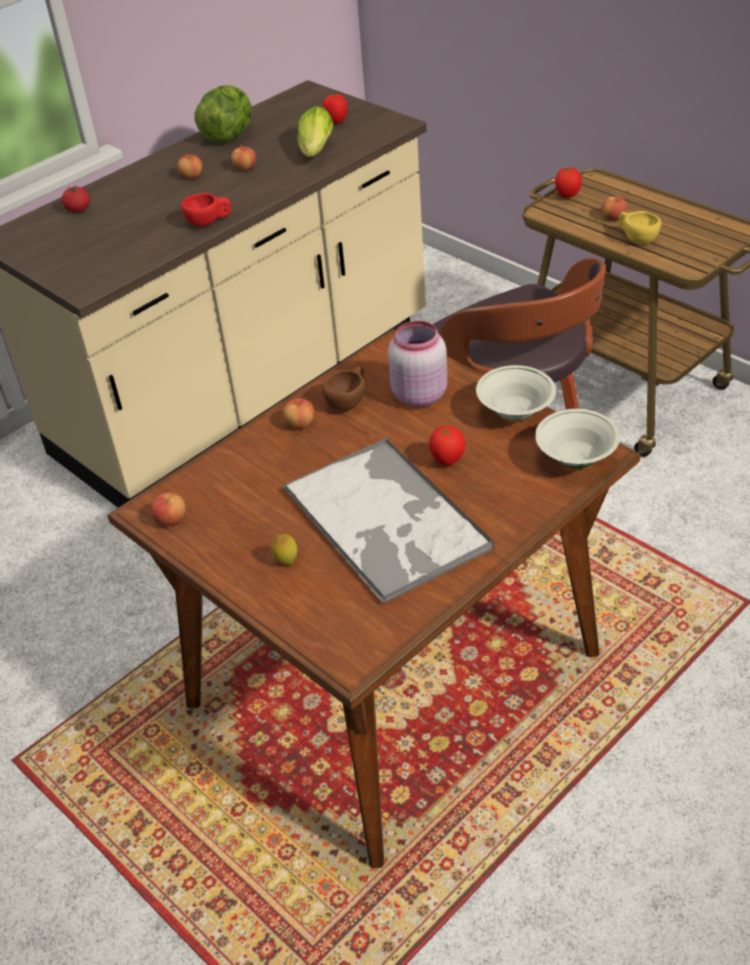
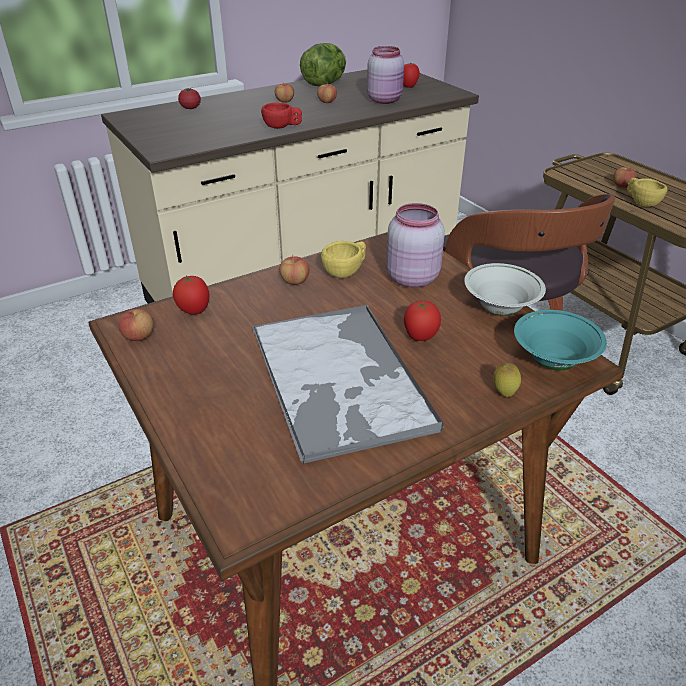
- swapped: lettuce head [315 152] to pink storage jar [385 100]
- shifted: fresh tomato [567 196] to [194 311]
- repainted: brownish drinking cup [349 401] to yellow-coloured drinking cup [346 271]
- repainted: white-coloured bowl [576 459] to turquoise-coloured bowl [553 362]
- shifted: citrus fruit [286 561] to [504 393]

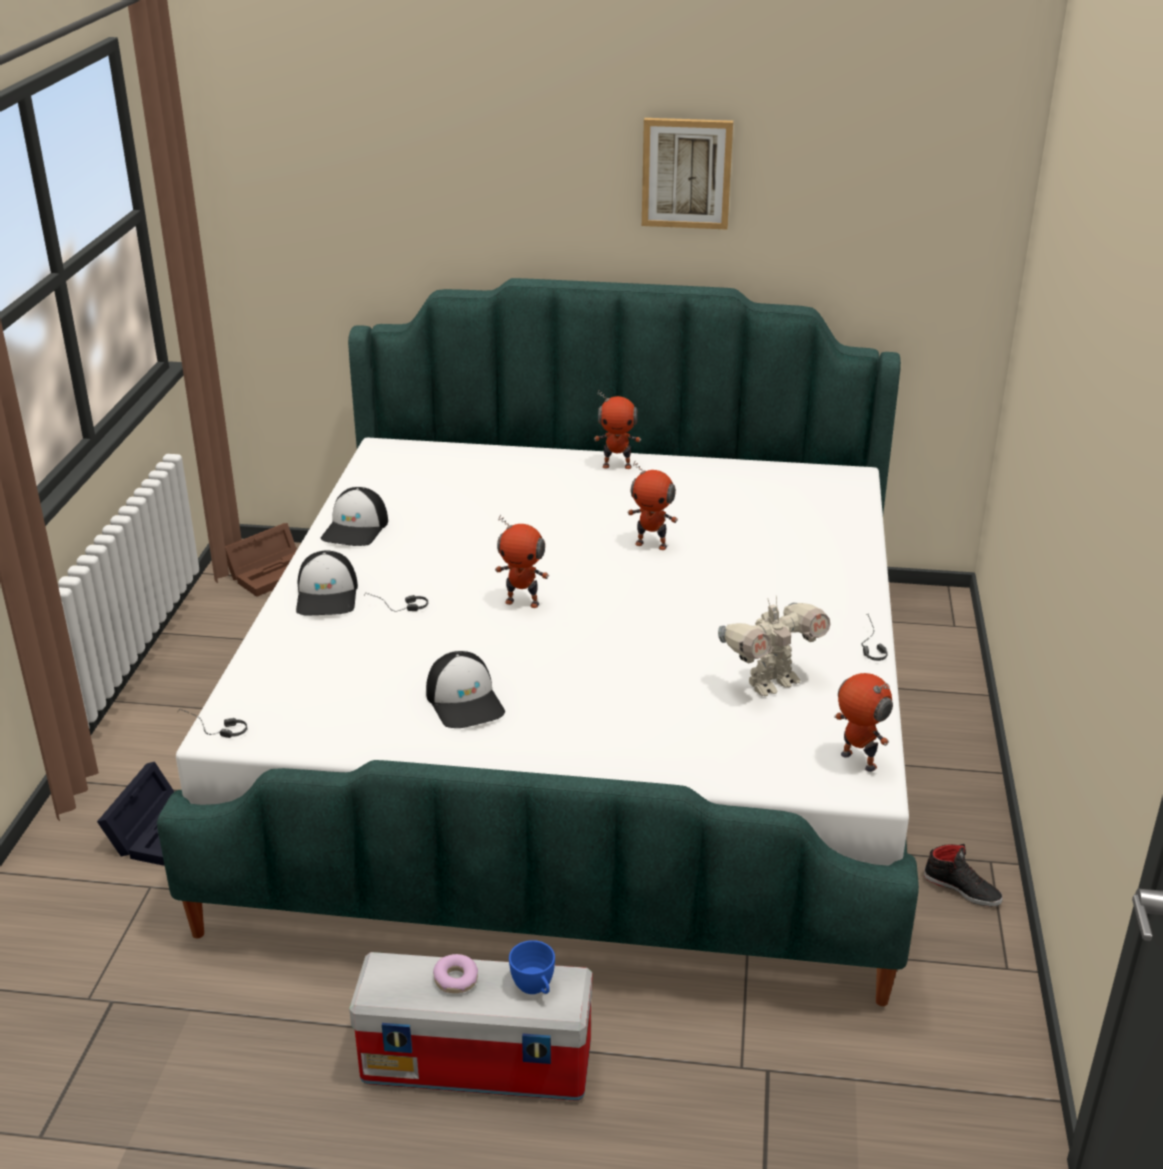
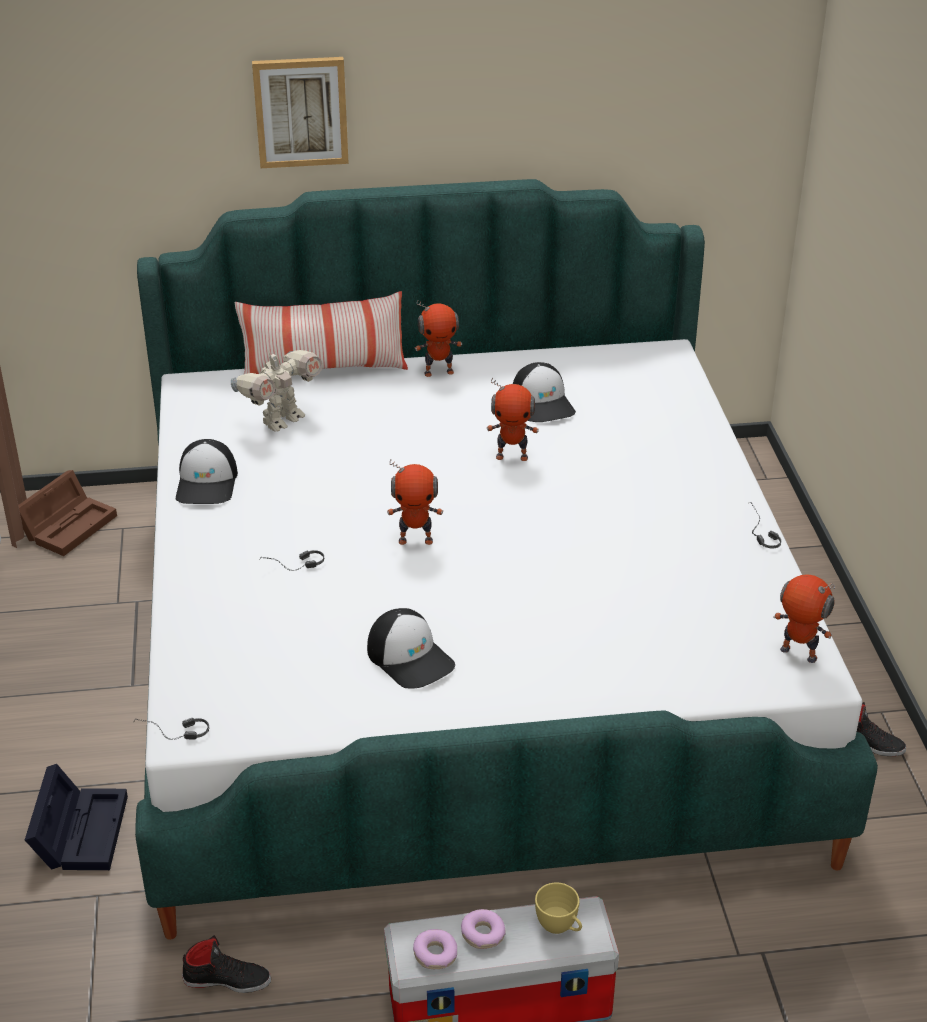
- shifted: wall art [686 173] to [301 111]
- shifted: peaked cap [327 596] to [543 403]
- shifted: toy robot [770 682] to [281 420]
- repainted: blue-coloured drinking cup [535 988] to yellow-coloured drinking cup [560 927]
- new: throw pillow [324 370]
- new: ring doughnut [435 954]
- new: blackish low shoe [227 979]

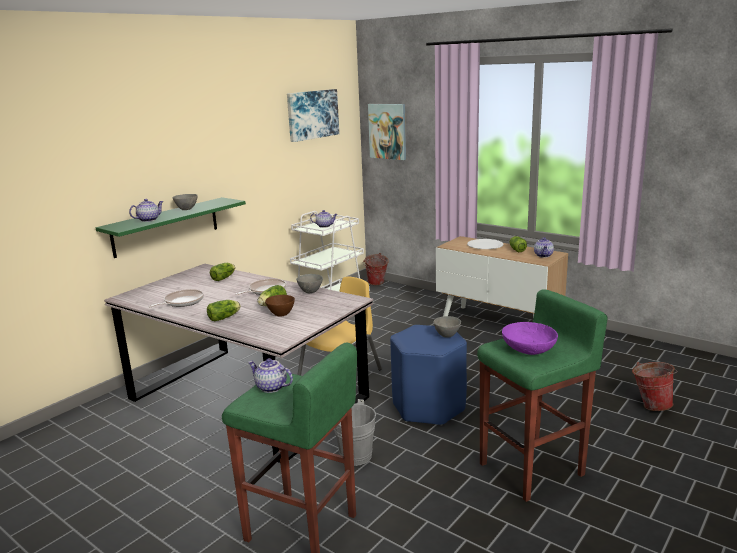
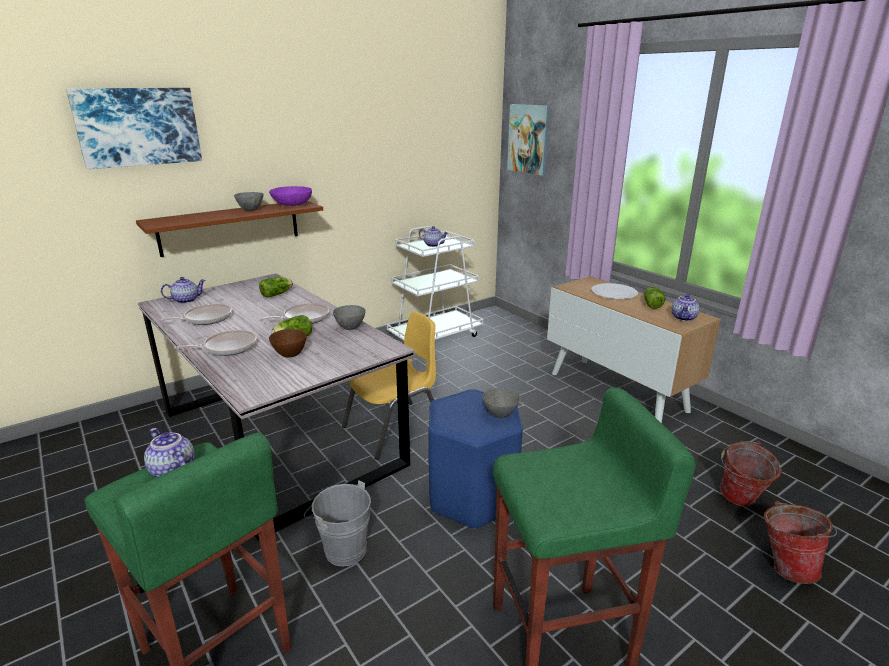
- shifted: wall art [312 114] to [138 127]
- repainted: green-coloured wall shelf [166 226] to brownish wall shelf [230 227]
- shifted: pot for tea [148 220] to [186 300]
- shifted: water bucket [376 284] to [739 501]
- swapped: lettuce head [225 317] to skillet [227 347]
- shifted: purplish bowl [528 349] to [292 204]

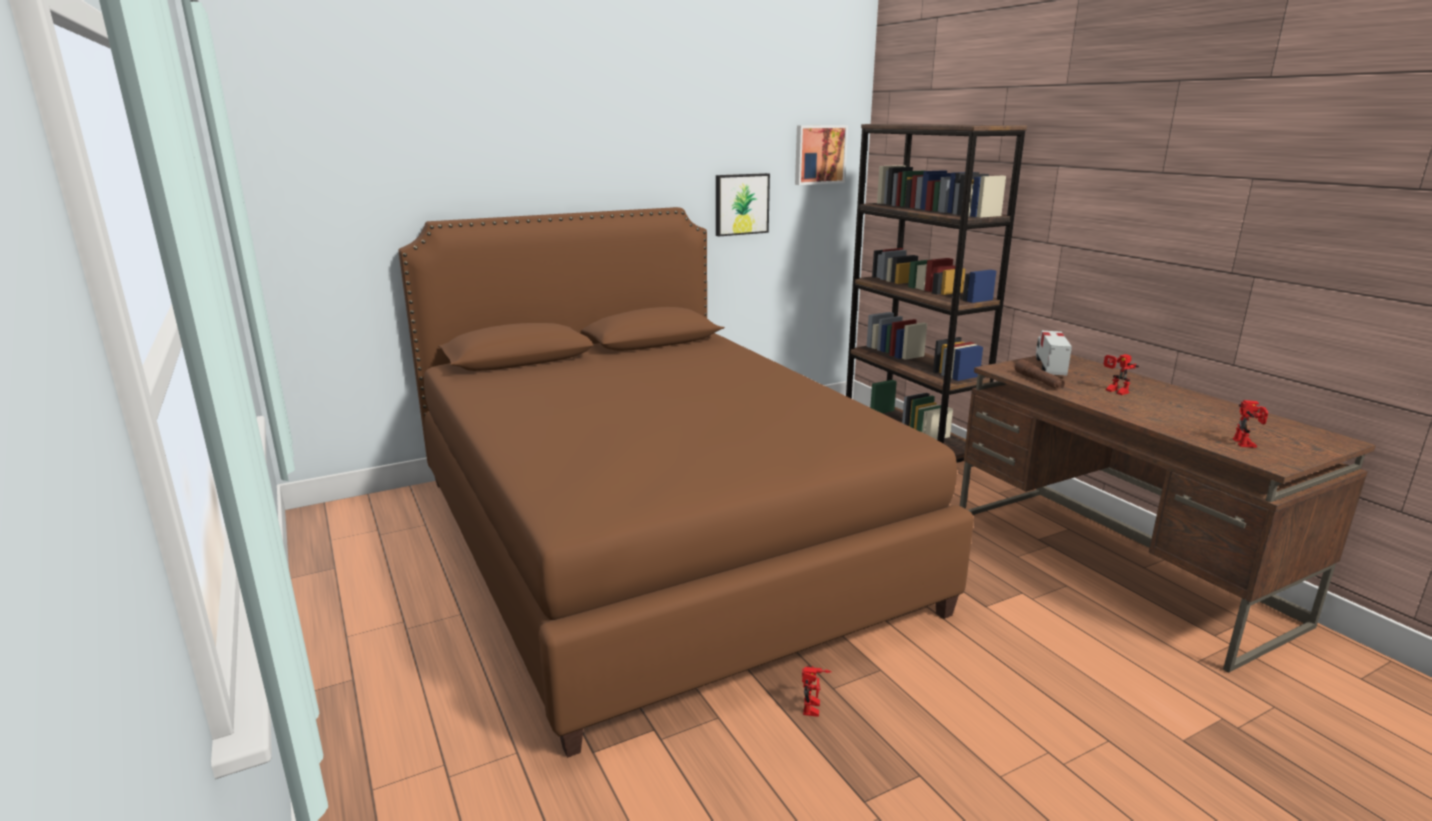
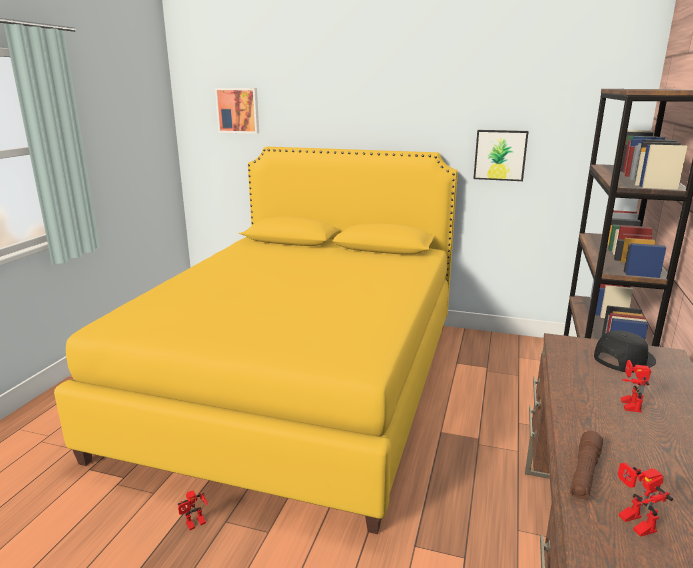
- shifted: wall art [819 154] to [238 110]
- repainted: brownish bedroom bed [654 540] to yellow-coloured bedroom bed [300 381]
- swapped: toy lorry [1050 367] to blackish peaked cap [623 358]
- shifted: brownish flashlight [1038 381] to [584 473]
- rotated: toy robot [1248 444] = [631 522] 105 degrees clockwise

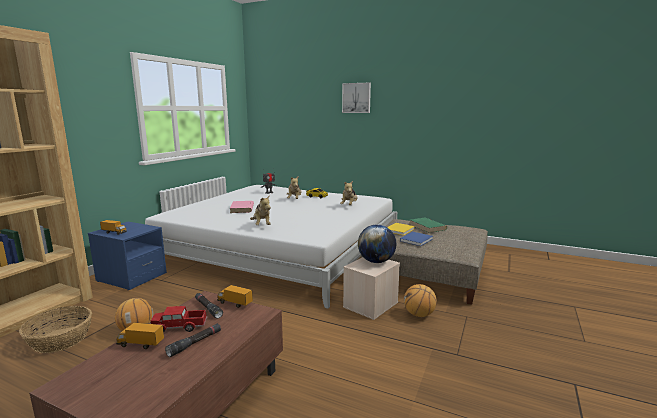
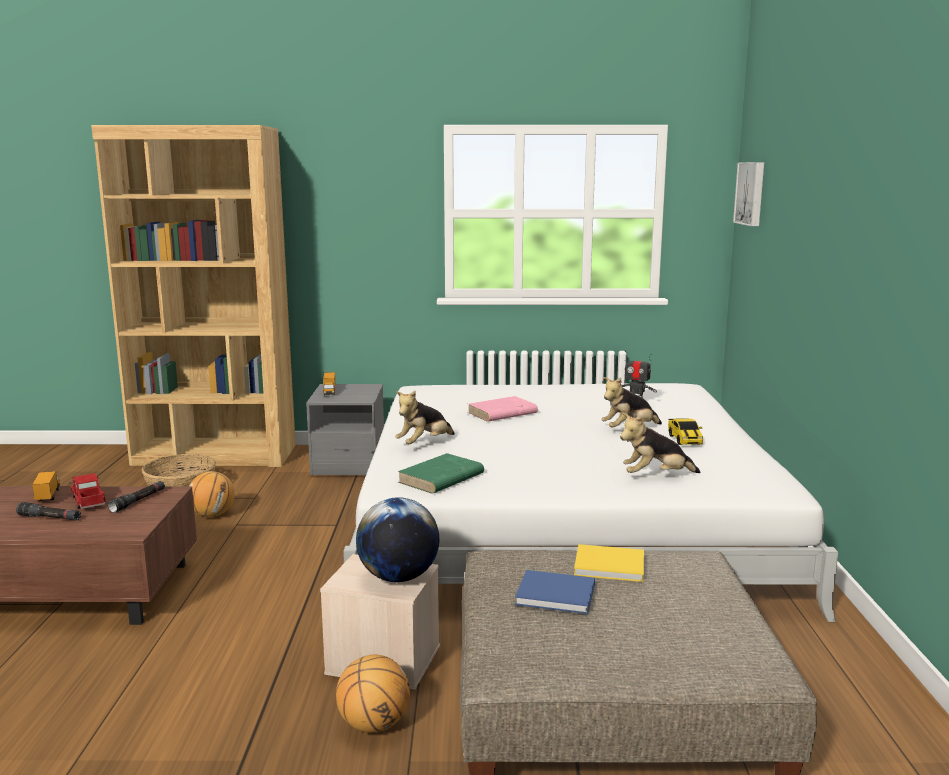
- shifted: wall art [356 98] to [751 193]
- shifted: green-coloured bound book [427 227] to [441 478]
- repainted: blue-coloured bedside table [131 277] to gray bedside table [348 464]
- gone: toy lorry [234 304]

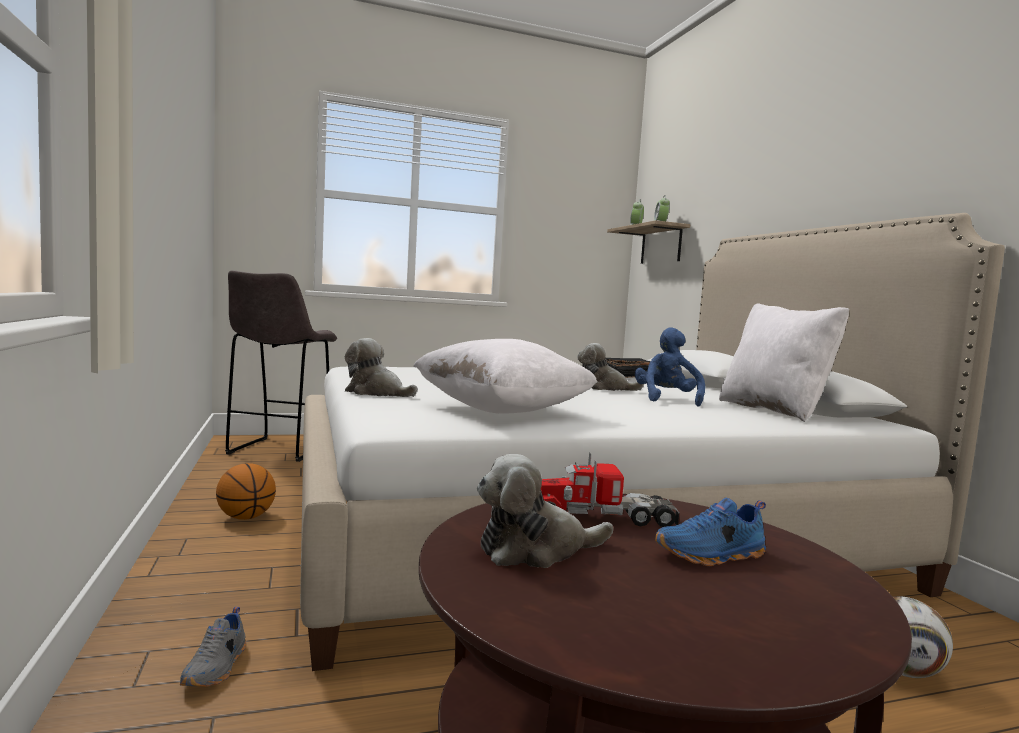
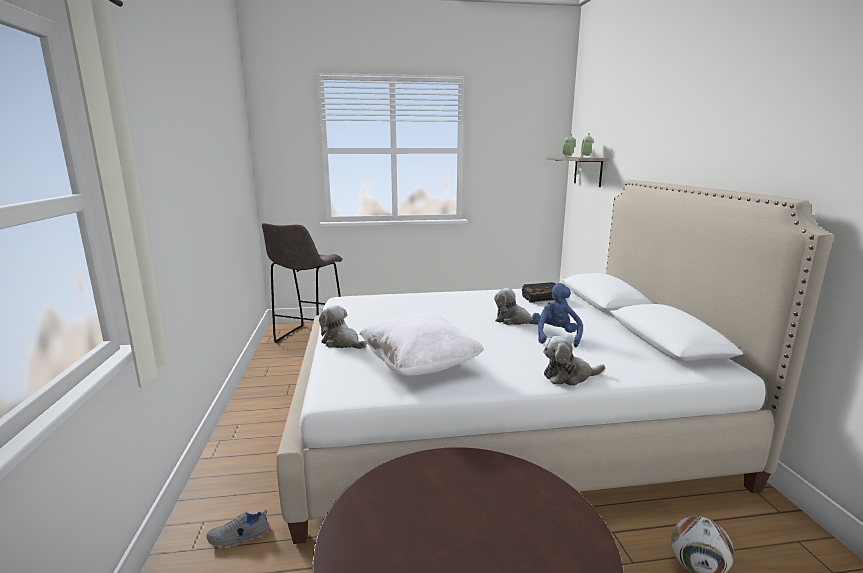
- gone: white-coloured throw pillow [774 410]
- gone: toy lorry [602 517]
- shifted: soft toy [535 550] to [569 376]
- gone: basketball [246 517]
- gone: blue-coloured low shoe [712 556]
- rotated: gray low shoe [217 668] = [239 538] 60 degrees clockwise

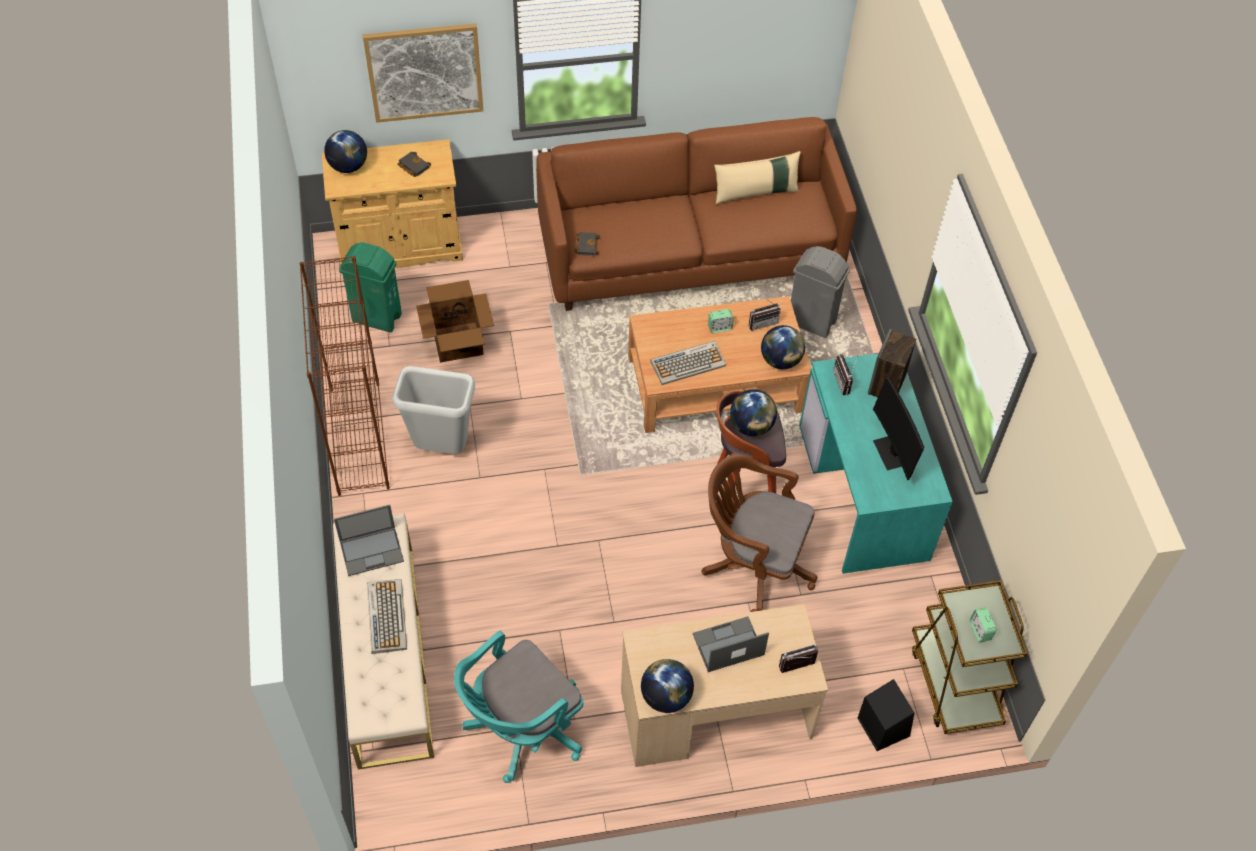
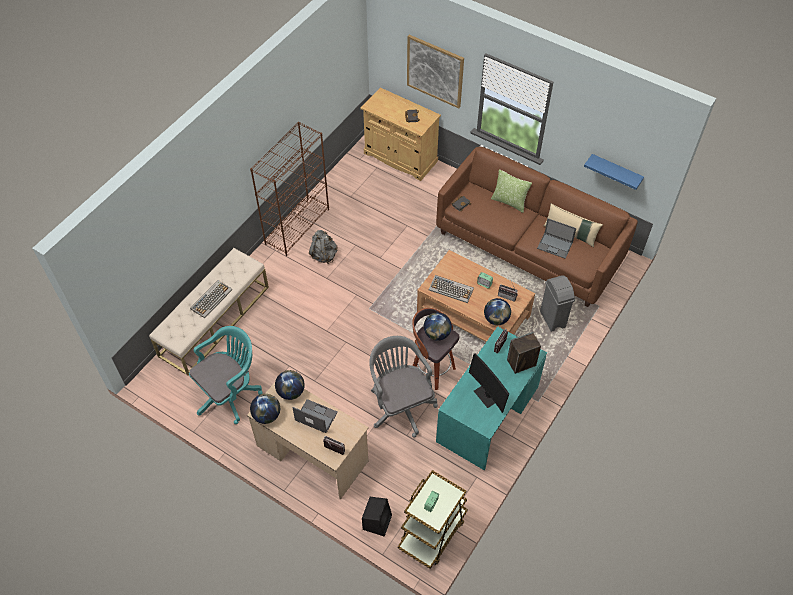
- shifted: world globe [348 166] to [291 392]
- gone: green-coloured waste bin [376 317]
- gone: cardboard box [458 341]
- swapped: gray waste bin [441 449] to gray rucksack [324 255]
- rotated: computer screen [893 452] = [487 395] 60 degrees counterclockwise
- repainted: brownish desk chair [753 563] to gray desk chair [400 404]
- shifted: notebook computer [372 550] to [555 245]
- rotated: turquoise-coloured desk chair [521 730] = [230 393] 135 degrees clockwise
- new: blue-coloured wall shelf [615 172]
- new: throw pillow [509 202]

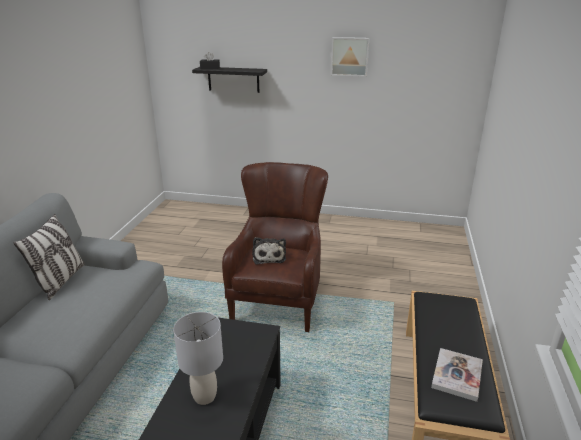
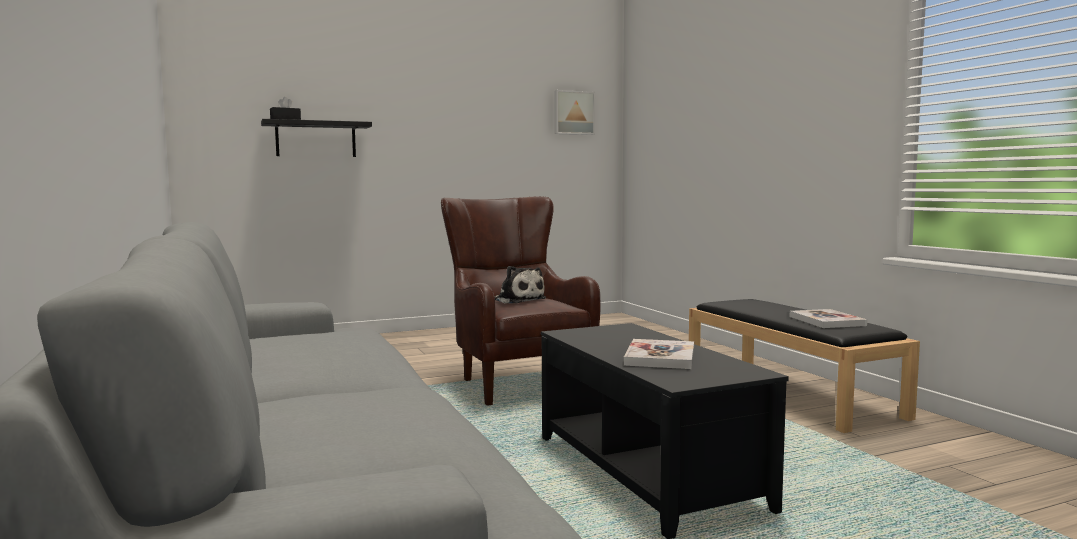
- shifted: wall art [349 56] to [573 113]
- gone: throw pillow [60 281]
- swapped: gray lamp for a table [205 396] to bound book [660 357]

